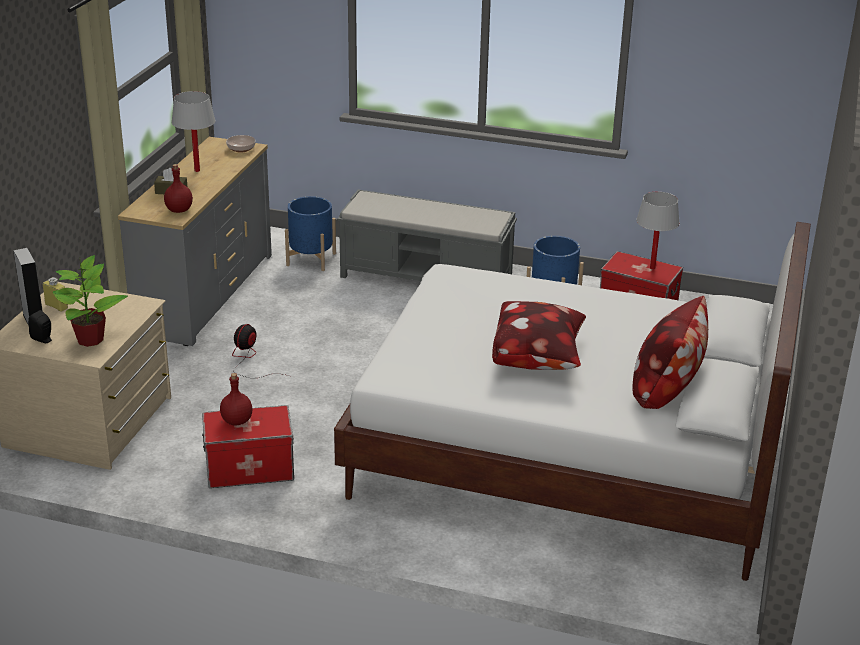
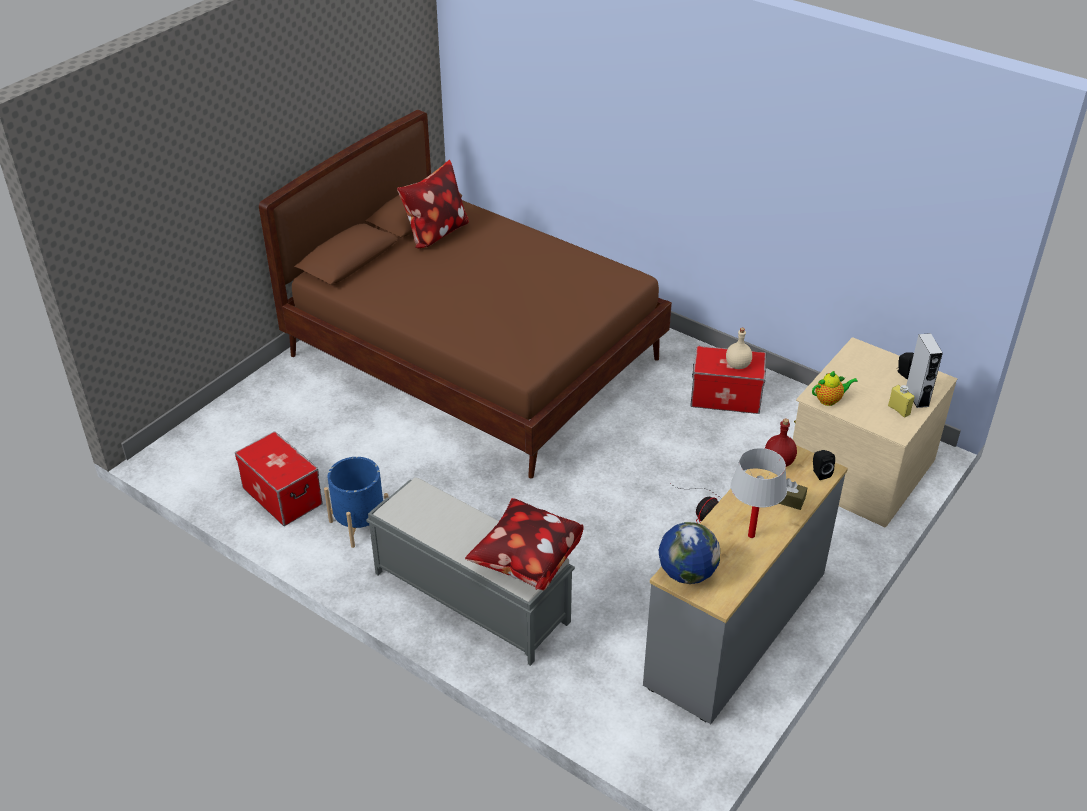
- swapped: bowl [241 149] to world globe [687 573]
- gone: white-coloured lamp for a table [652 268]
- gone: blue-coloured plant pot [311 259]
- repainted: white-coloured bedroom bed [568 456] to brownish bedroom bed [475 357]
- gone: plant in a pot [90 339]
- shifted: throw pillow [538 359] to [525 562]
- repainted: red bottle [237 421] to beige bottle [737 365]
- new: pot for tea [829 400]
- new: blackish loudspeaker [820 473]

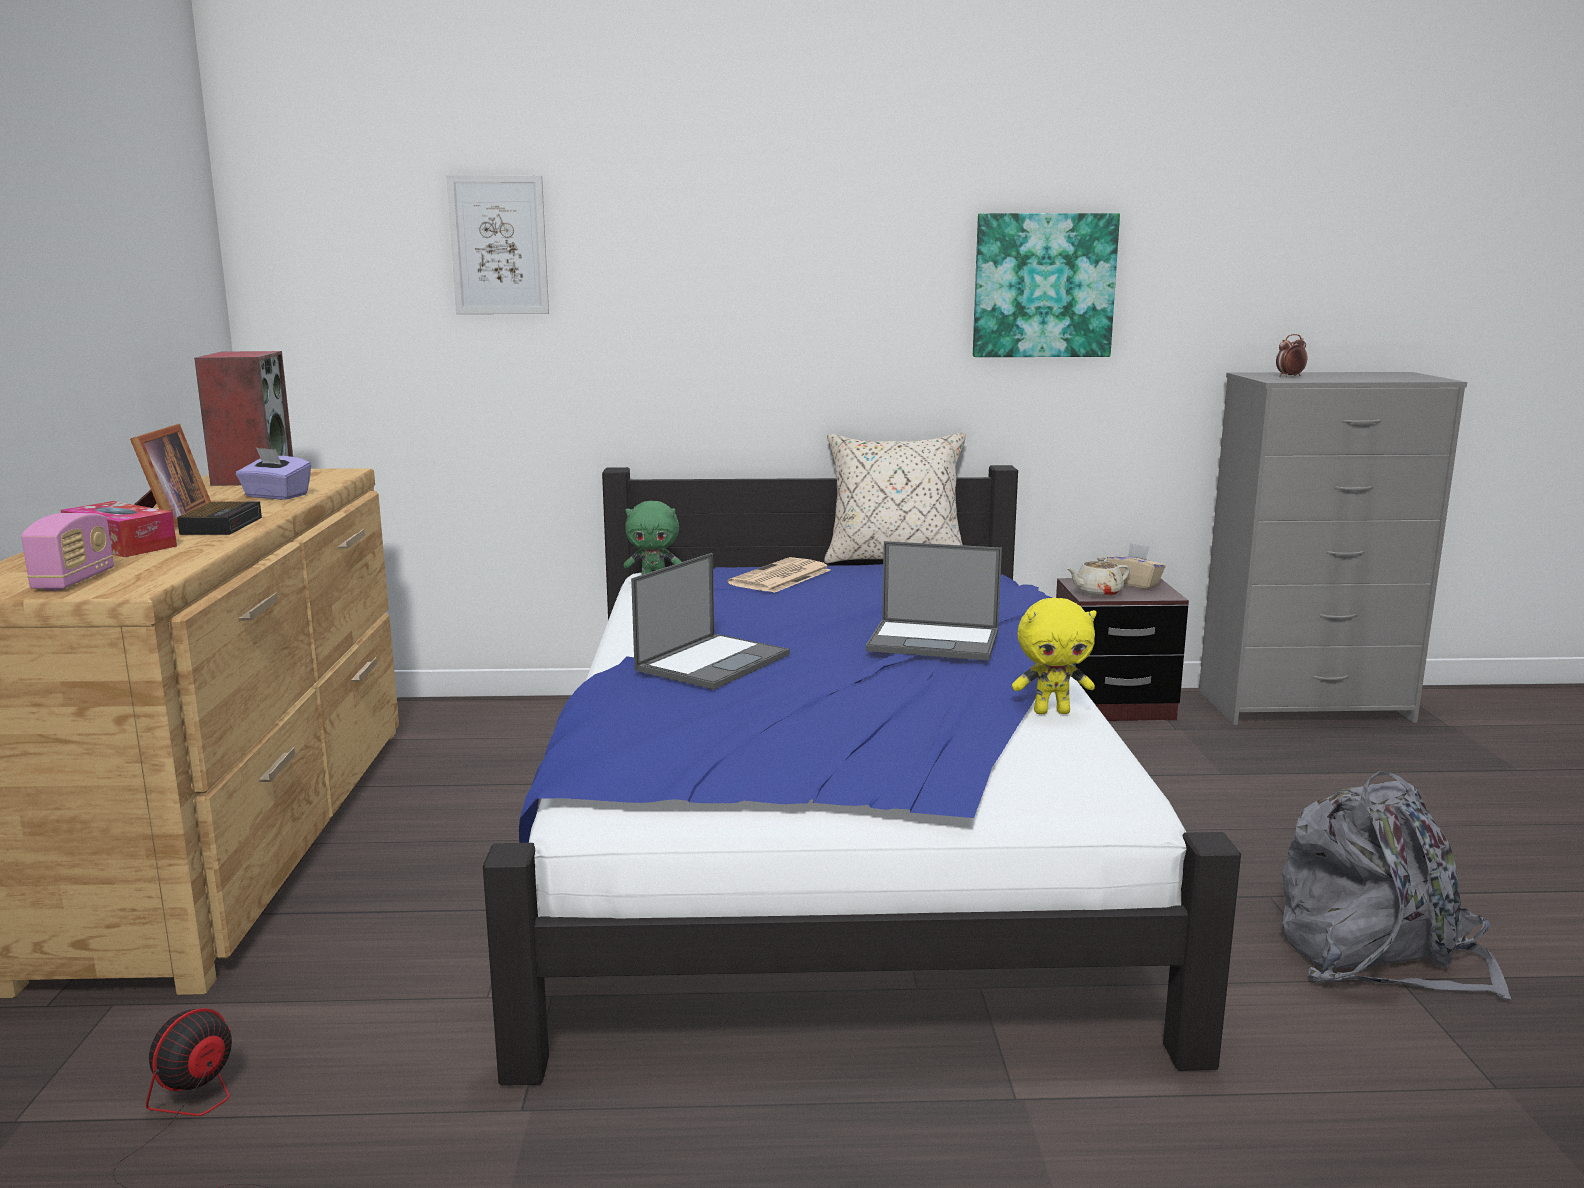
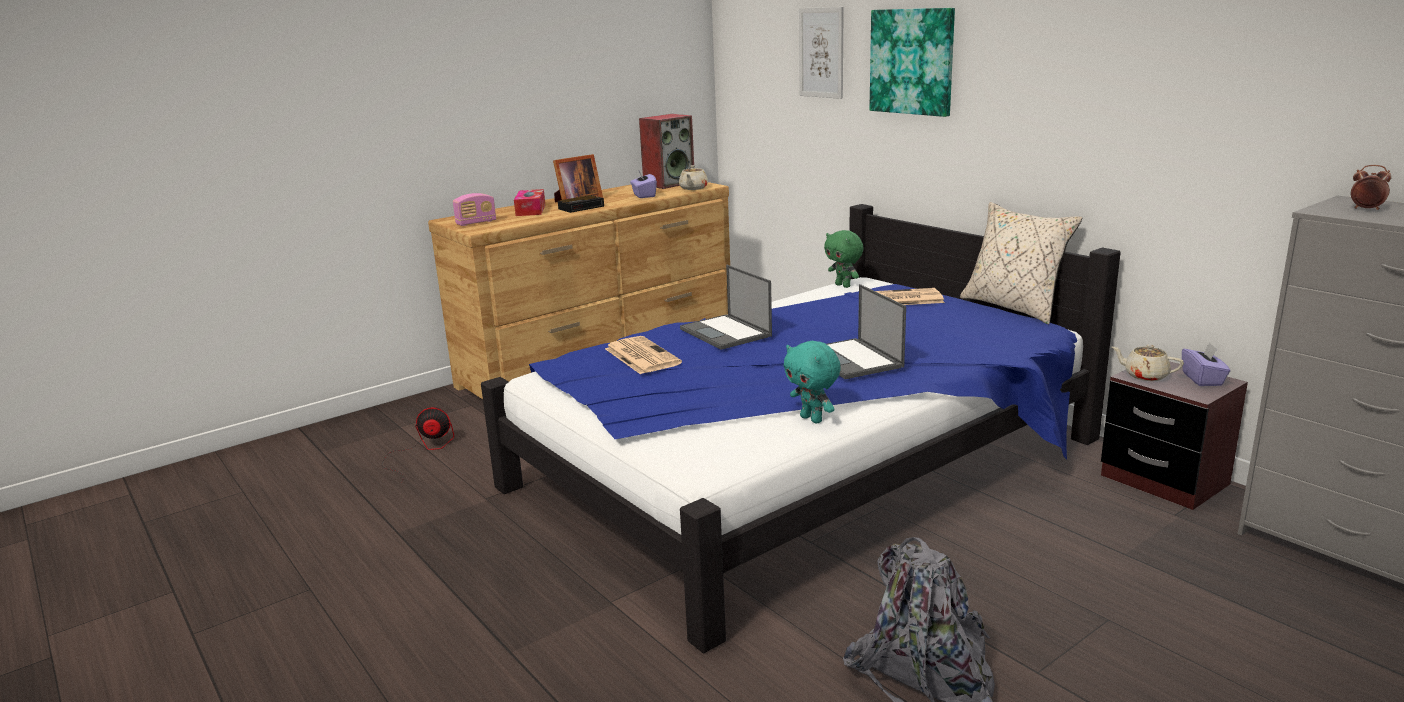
- shifted: wall art [1043 285] to [912 61]
- repainted: beige tissue box [1134 584] to purplish tissue box [1203 379]
- rotated: notebook computer [713 662] = [726 333] 60 degrees clockwise
- repainted: yellow-coloured soft toy [1052 711] to turquoise-coloured soft toy [812 419]
- new: beige pot for tea [693 188]
- new: daily paper [641 356]

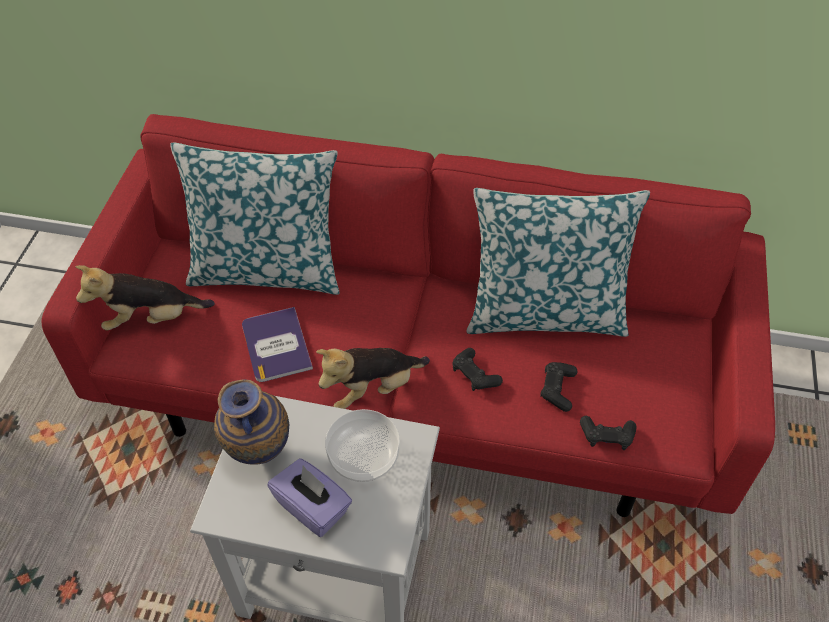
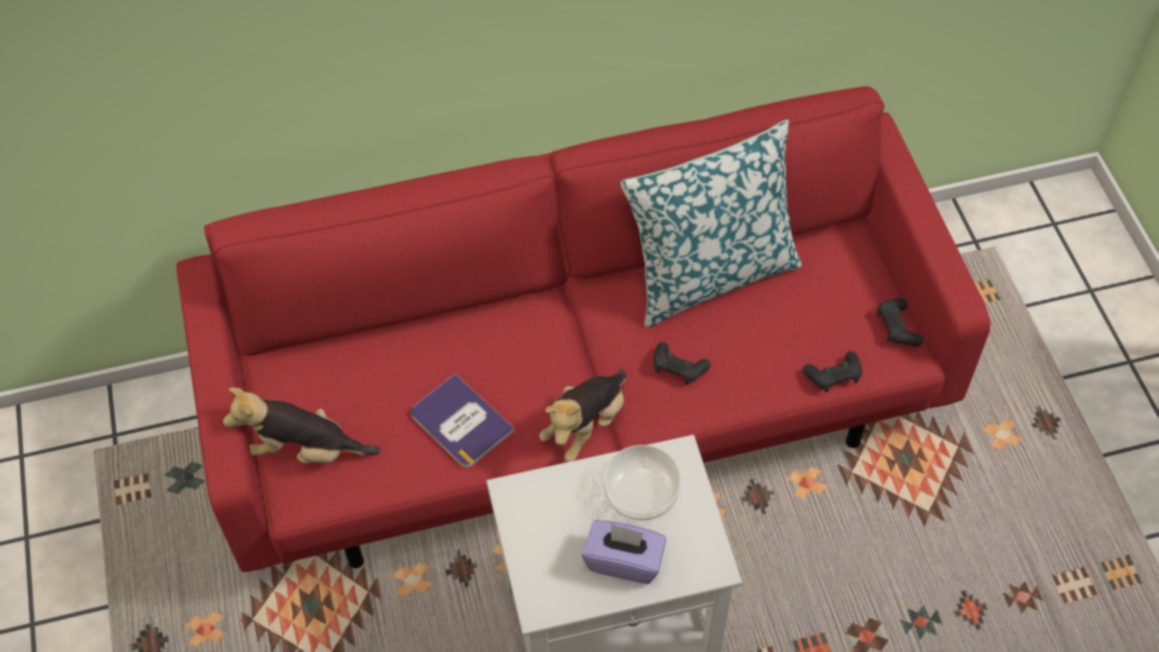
- gone: throw pillow [267 270]
- rotated: soft toy [151 318] = [305 450] 45 degrees clockwise
- shifted: blackish gamepad [557 389] to [897 327]
- gone: vase [259 454]

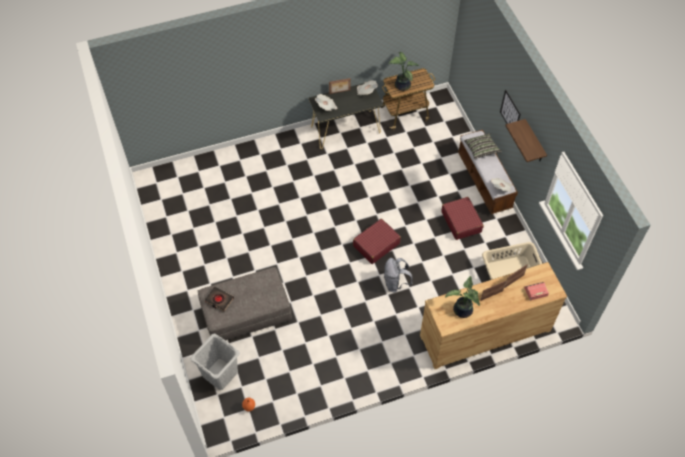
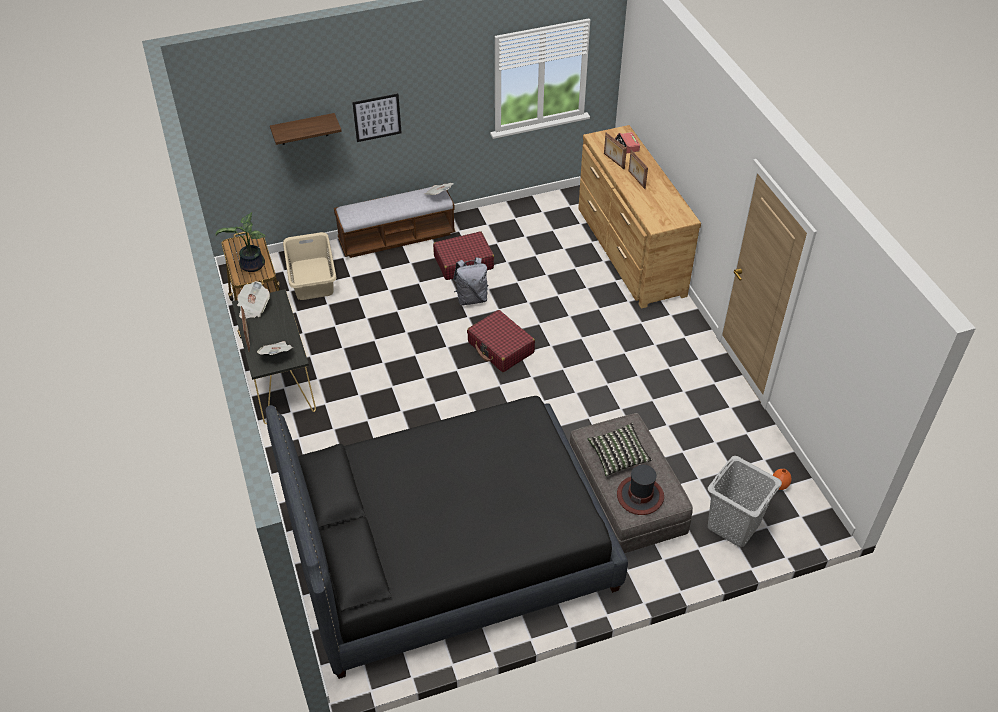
- shifted: wall shelf [534 142] to [303 129]
- shifted: throw pillow [481 150] to [618 456]
- shifted: beige hamper [509 271] to [312 278]
- shifted: gray rucksack [395 283] to [471 298]
- gone: plant in a pot [462 311]
- swapped: blackish bound book [219 300] to wearable hat [640 495]
- new: blackish bedroom bed [449 549]

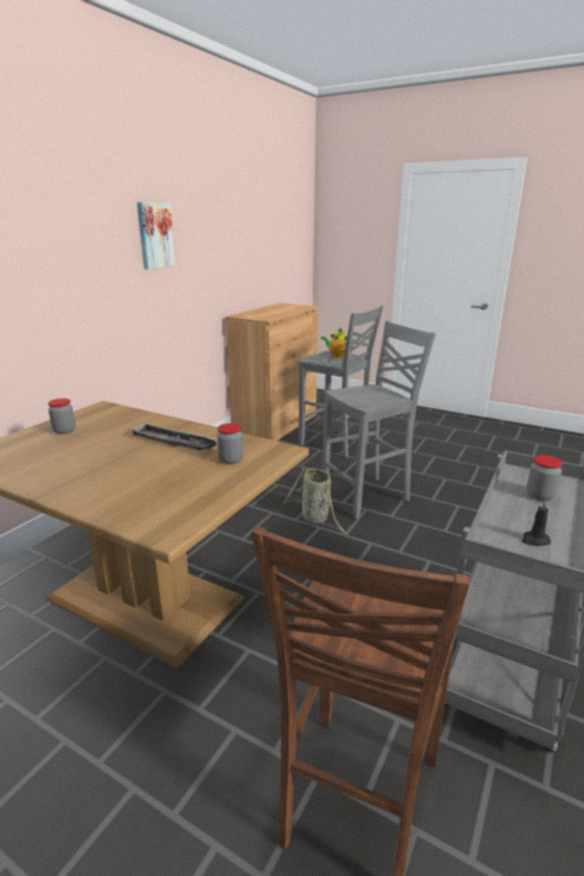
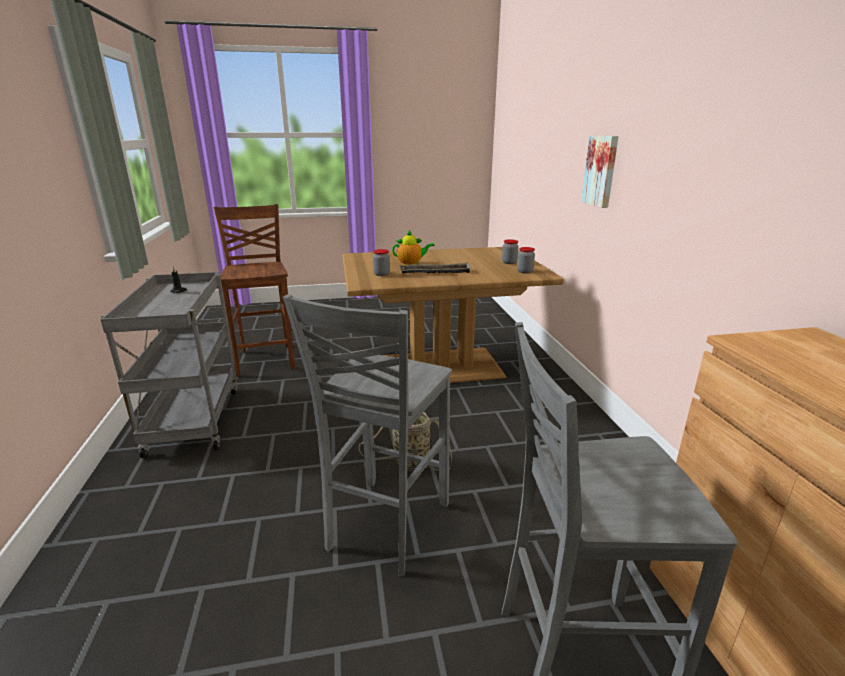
- shifted: wall art [155 235] to [601 171]
- shifted: pot for tea [337 356] to [411 264]
- shifted: storage jar [540 495] to [525 271]

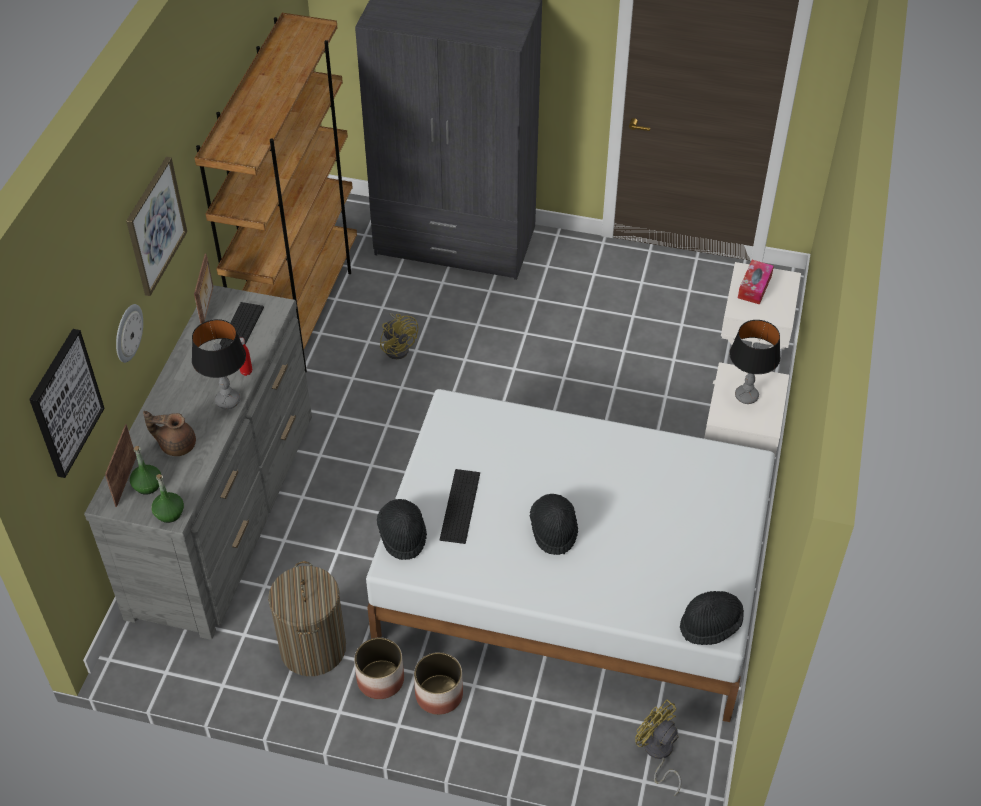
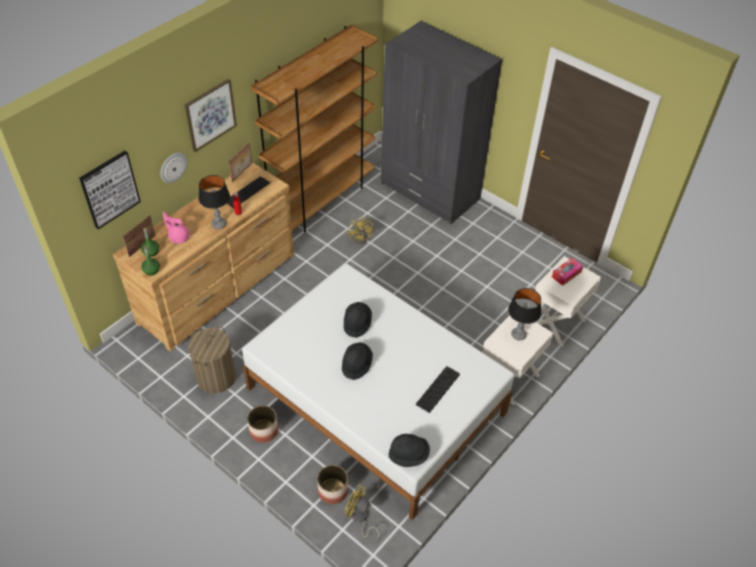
- repainted: gray chest of drawers [225 510] to brownish chest of drawers [218 288]
- repainted: brownish pot for tea [176 444] to pink pot for tea [178 237]
- shifted: computer keyboard [460 506] to [438 389]
- shifted: blackish wearable hat [402 536] to [357 324]
- shifted: plant pot [381 680] to [333 491]
- rotated: yellow-coloured cooling fan [658 753] = [360 518] 45 degrees counterclockwise

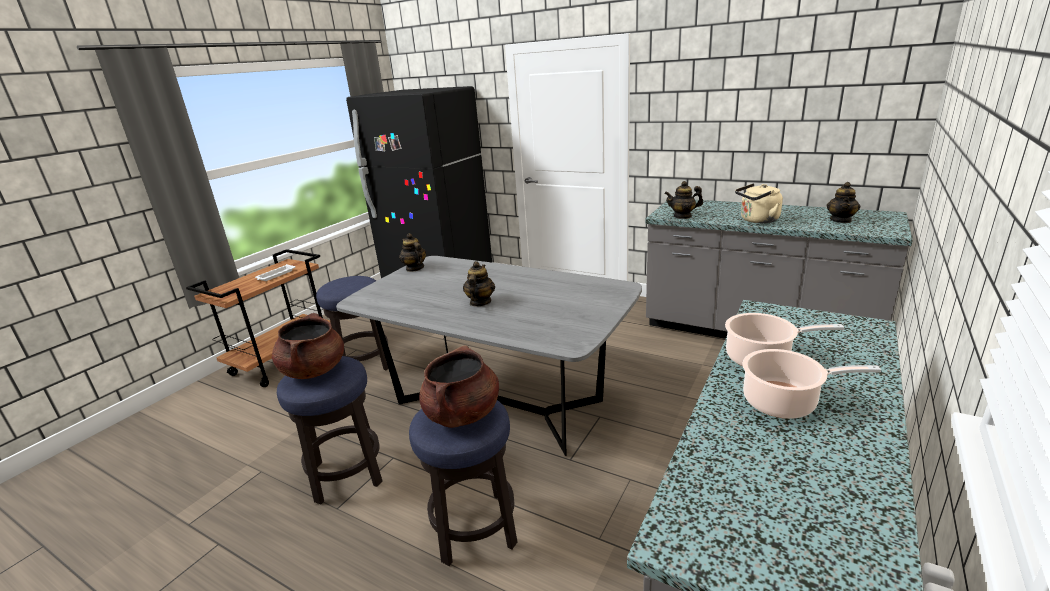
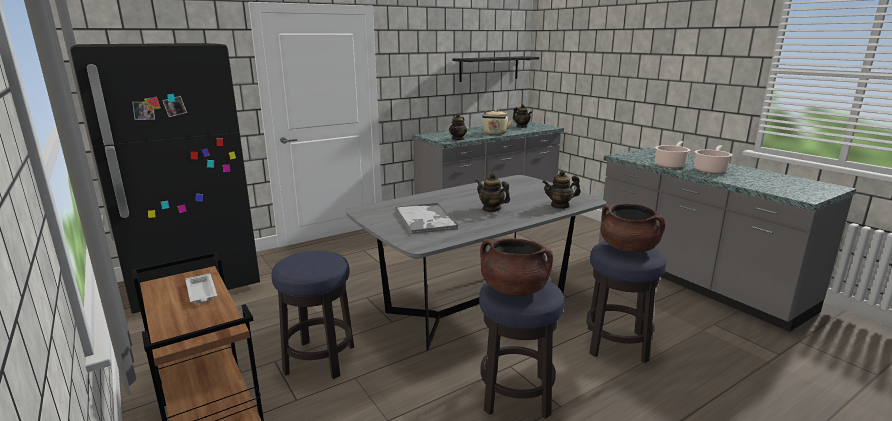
- shifted: pot for tea [414 268] to [560 205]
- new: blackish wall shelf [489 68]
- new: tray [426 219]

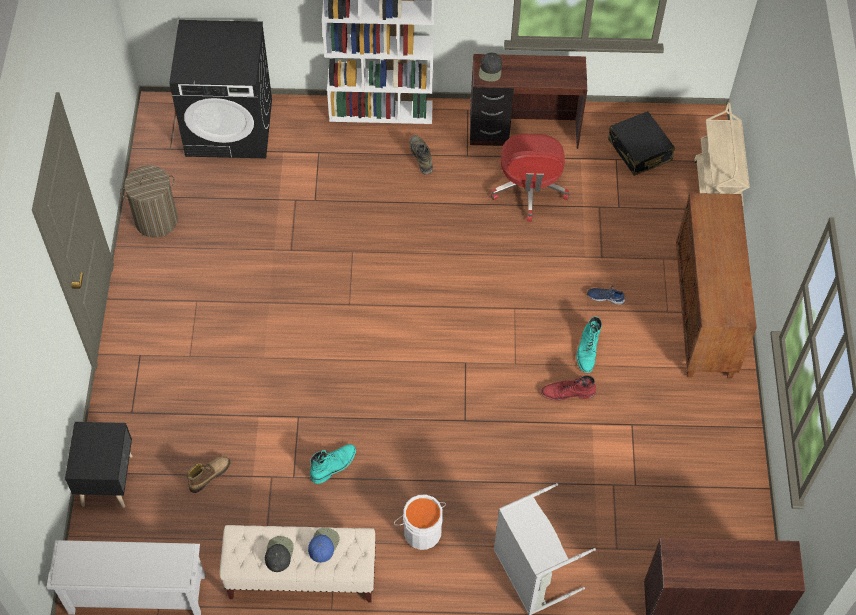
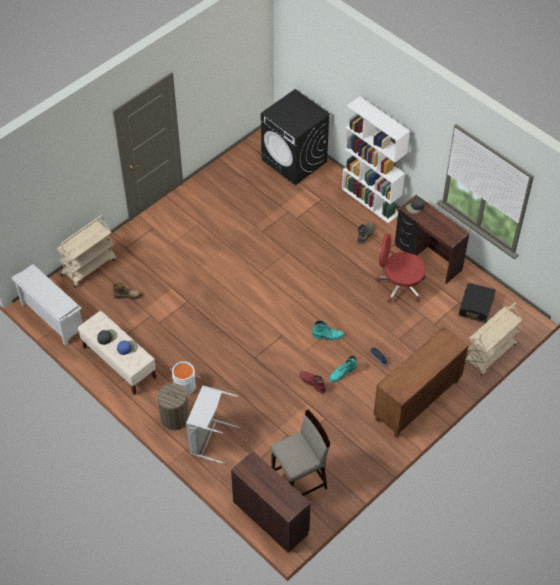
- rotated: red desk chair [529 190] = [399 285] 60 degrees clockwise
- shifted: hamper [156 220] to [174 418]
- swapped: blackish bedside table [109 479] to beige cart [89 266]
- shifted: turquoise-coloured tall boot [334 465] to [328 335]
- new: beige stool seat [300 482]

